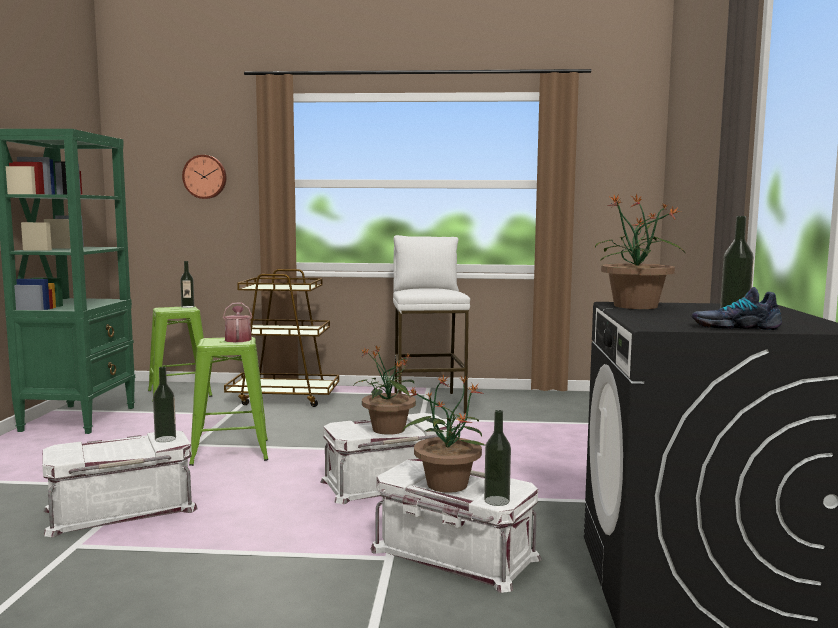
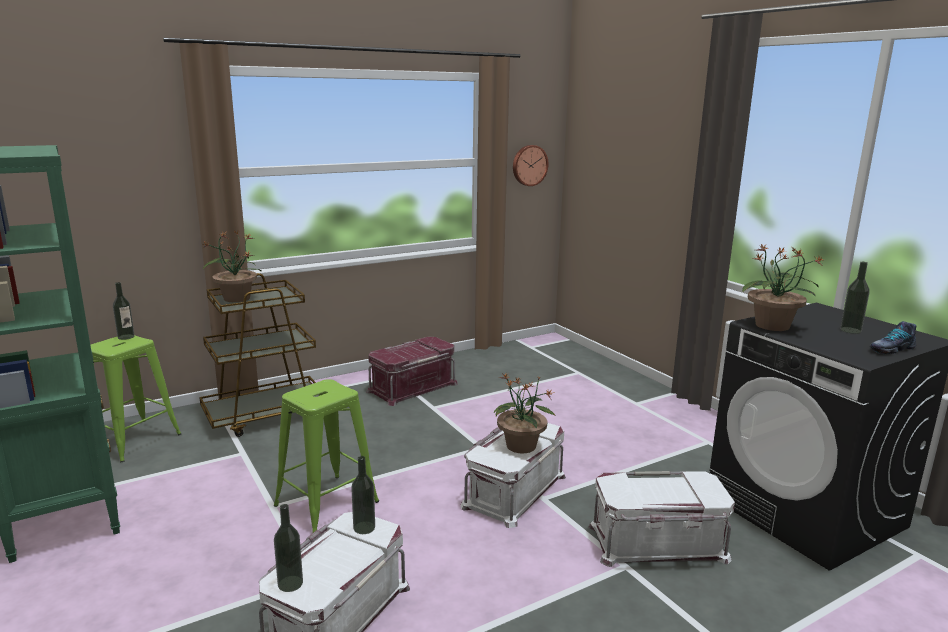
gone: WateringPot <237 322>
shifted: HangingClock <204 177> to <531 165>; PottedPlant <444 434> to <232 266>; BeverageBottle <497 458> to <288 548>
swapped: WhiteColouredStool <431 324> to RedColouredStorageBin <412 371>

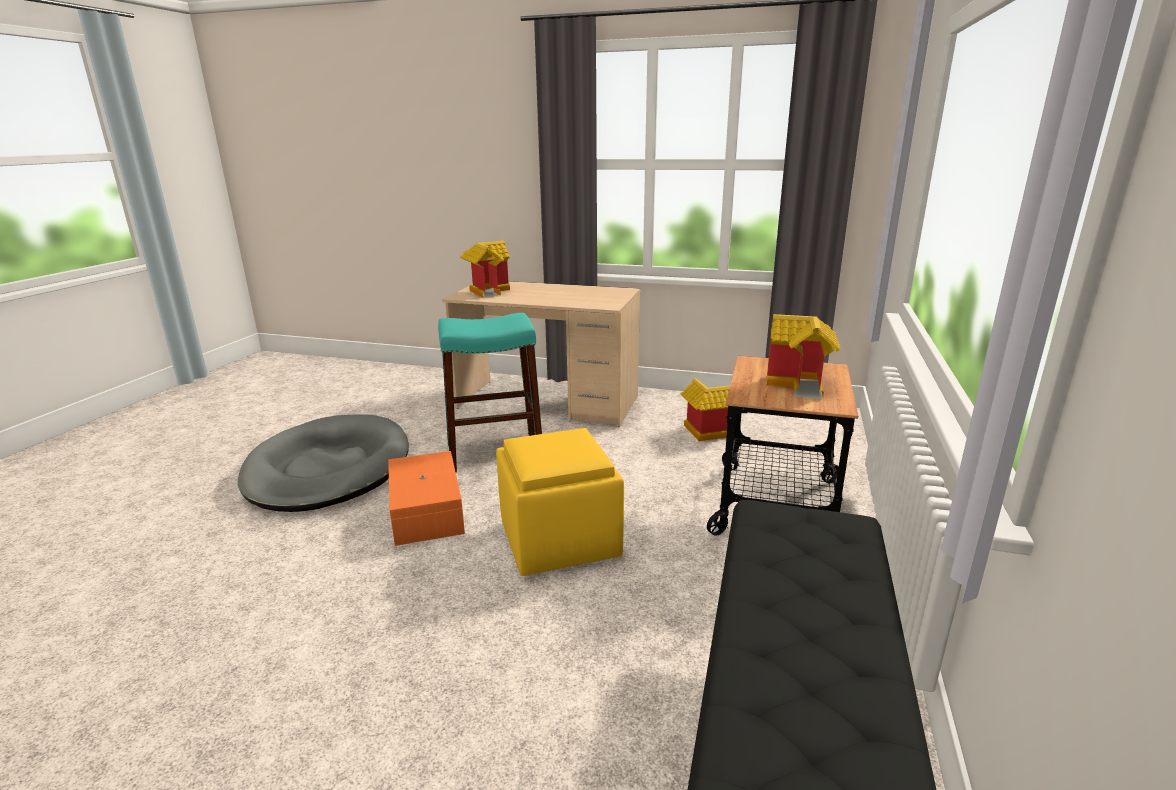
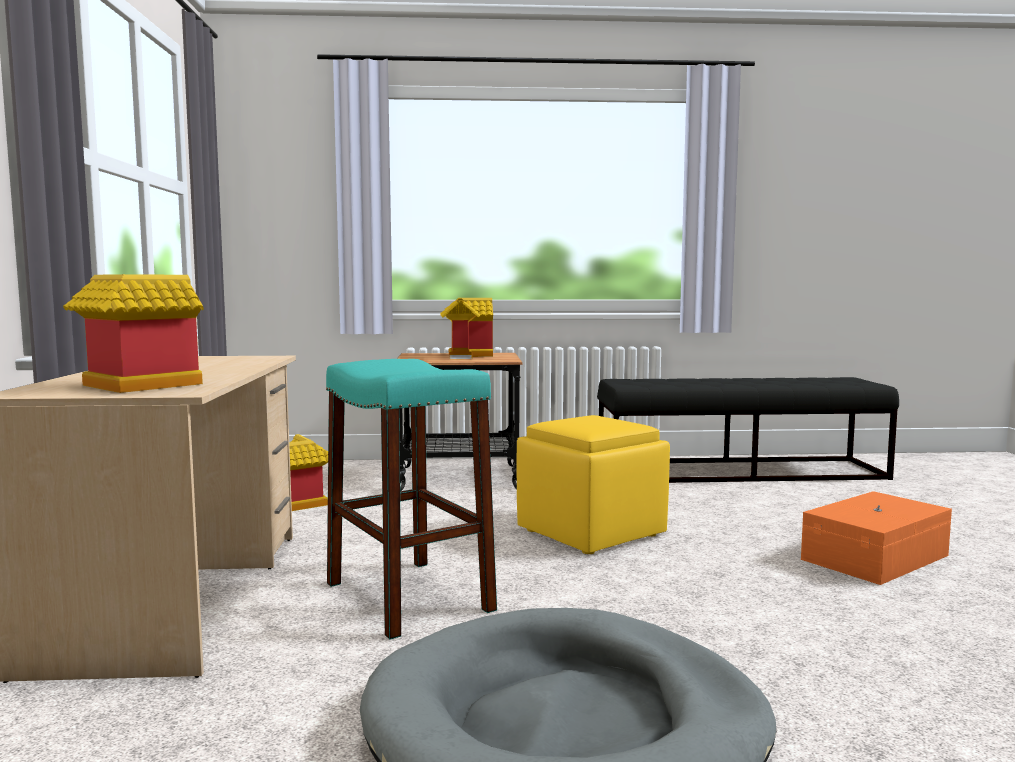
shifted: OrangeyStorageBin <426 498> to <876 538>

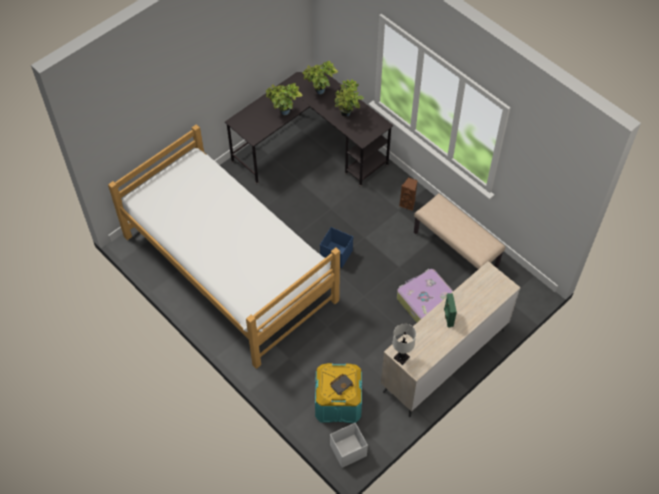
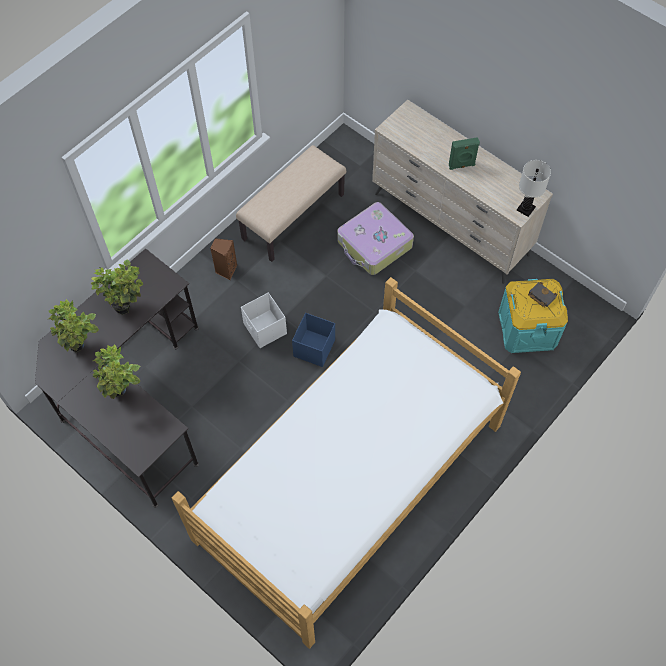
shifted: WhiteColouredStorageBin <349 445> to <264 320>

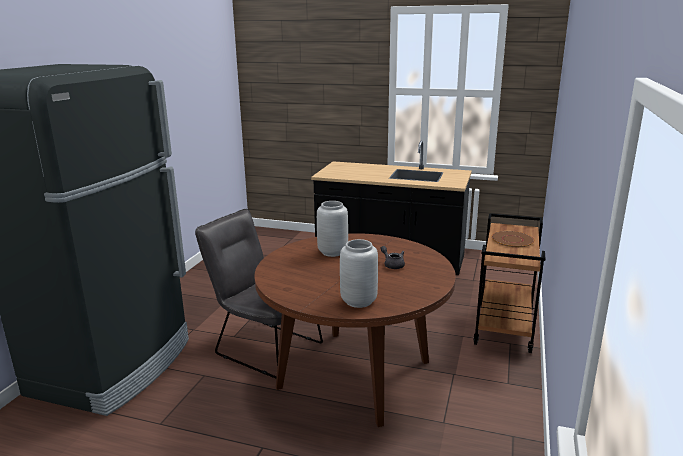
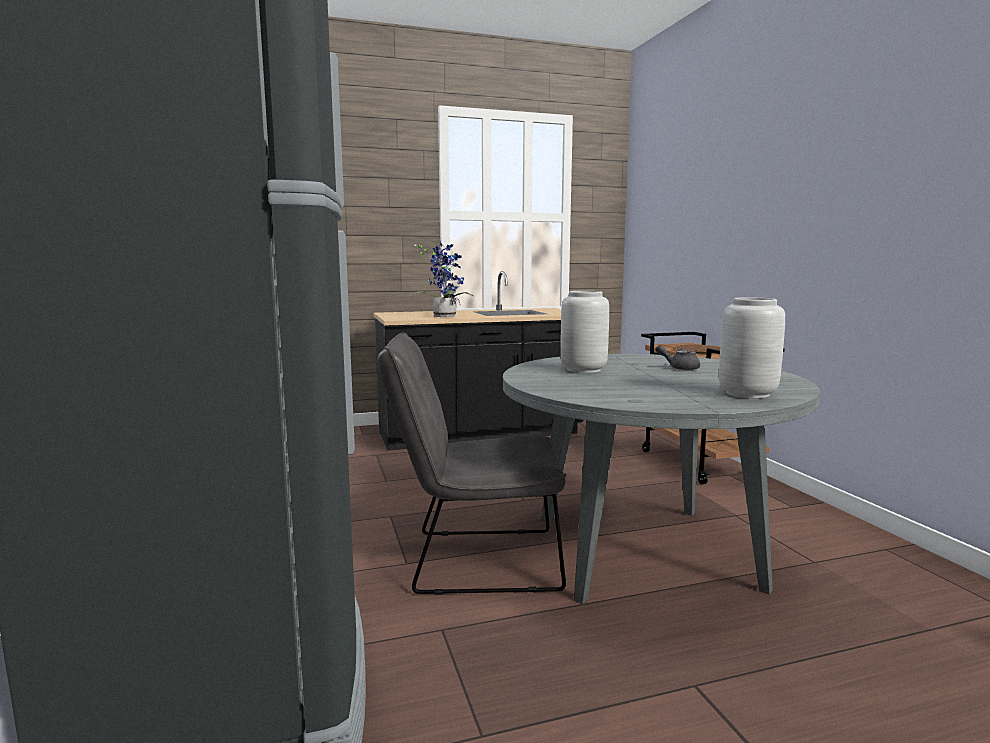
new: PottedPlant <441 279>
repainted: BrownishDiningTable <355 330> to GrayDiningTable <661 479>

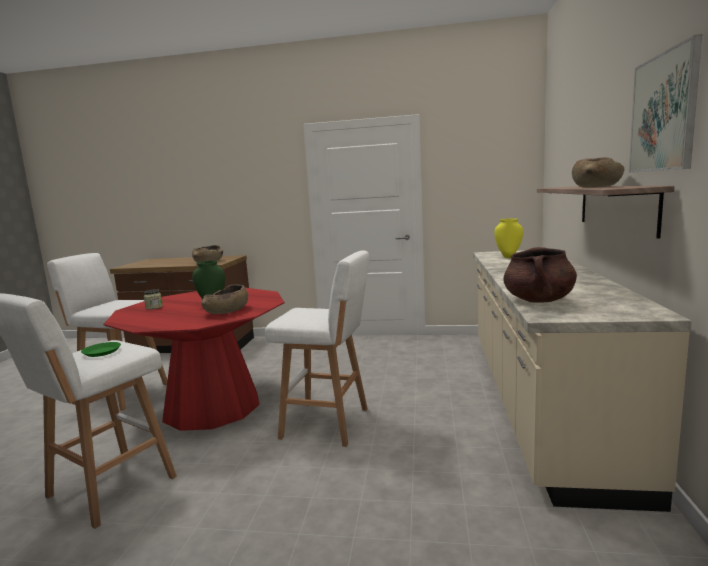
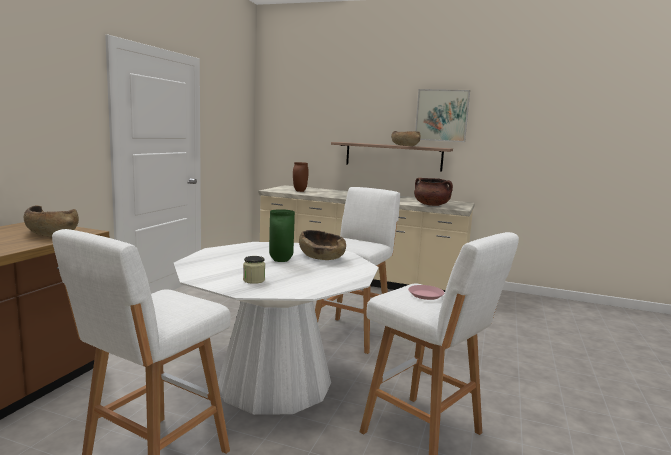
repainted: YellowDecorativeVase <508 238> to BrownishDecorativeVase <301 177>; RedColouredDiningTable <194 359> to WhiteColouredDiningTable <276 328>; GreenColouredDinnerPlate <101 349> to PinkColouredDinnerPlate <426 292>

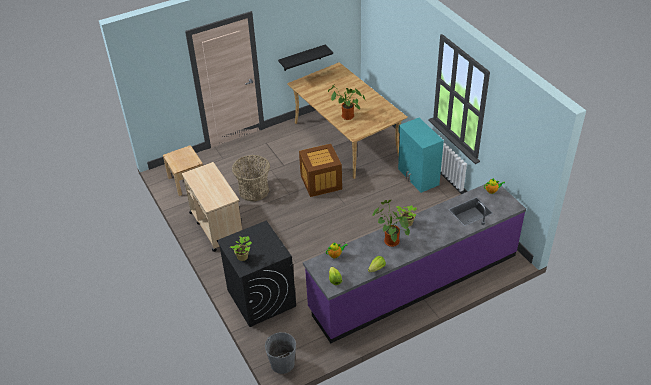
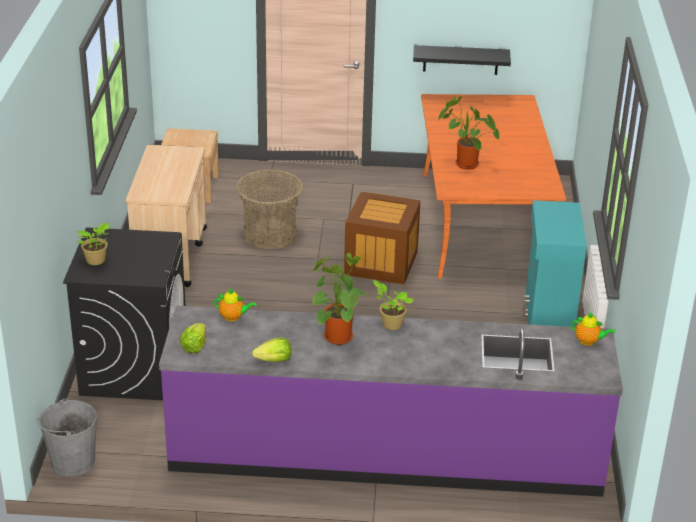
repainted: BeigeDiningTable <347 120> to OrangeyDiningTable <493 186>

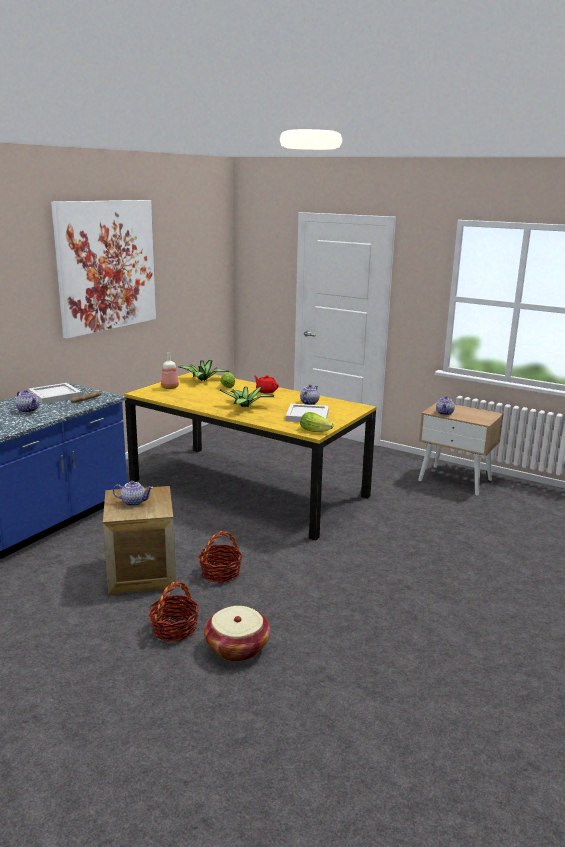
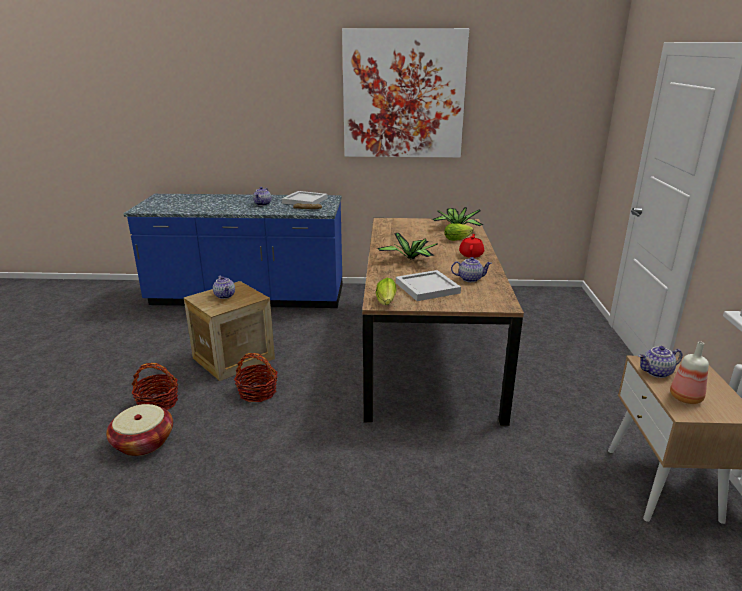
shifted: BeverageBottle <170 371> to <689 372>
repainted: YellowDiningTable <250 456> to BrownishDiningTable <443 322>

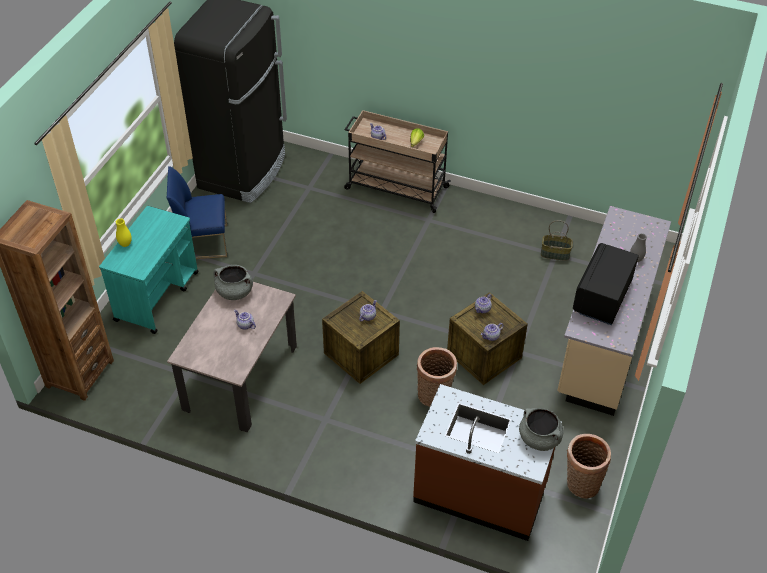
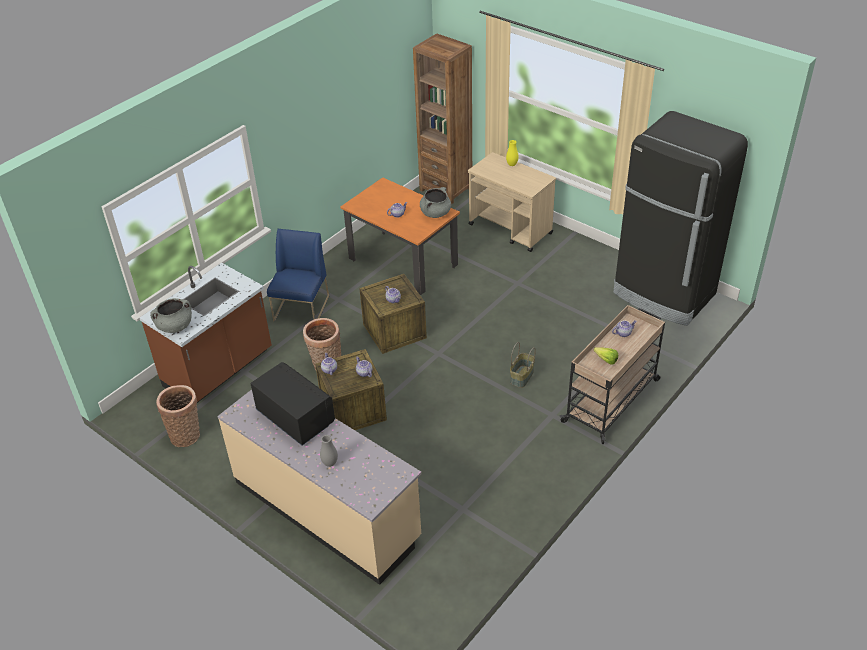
shifted: BlueChair <197 212> to <298 275>; Basket <557 240> to <523 365>
repainted: BlueGreenWheeledCart <149 270> to BeigeWheeledCart <512 202>; BeigeDiningTable <232 357> to OrangeyDiningTable <400 236>

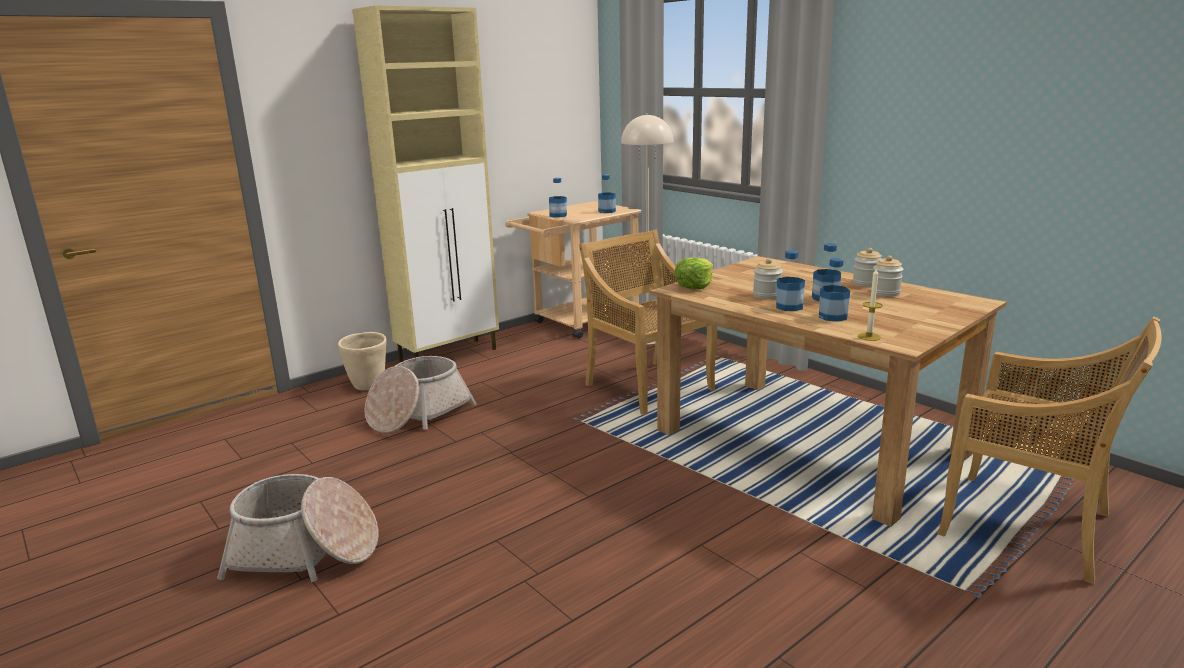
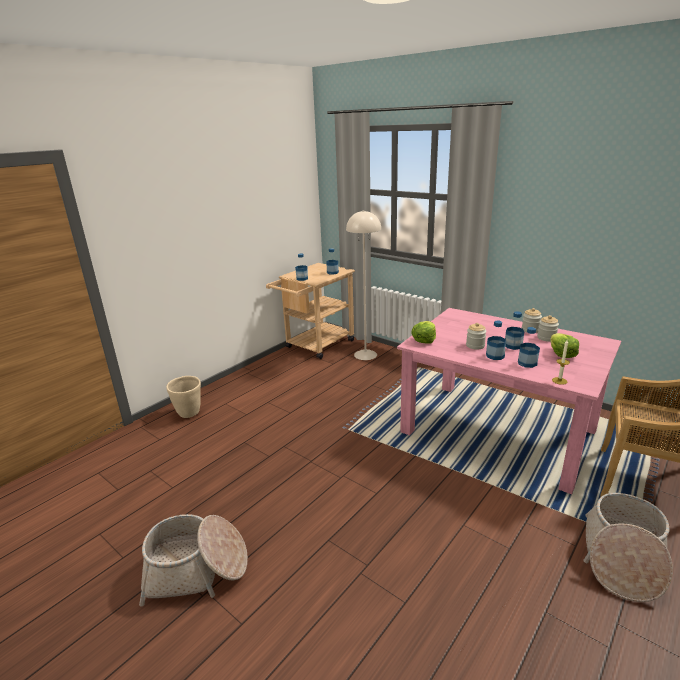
gone: BeigeStorageCabinet <425 184>; BeigeChair <648 322>
new: Lettuce <564 345>
shifted: Basket <420 394> to <628 547>
repainted: BrownishDiningTable <828 391> to PinkColouredDiningTable <509 401>

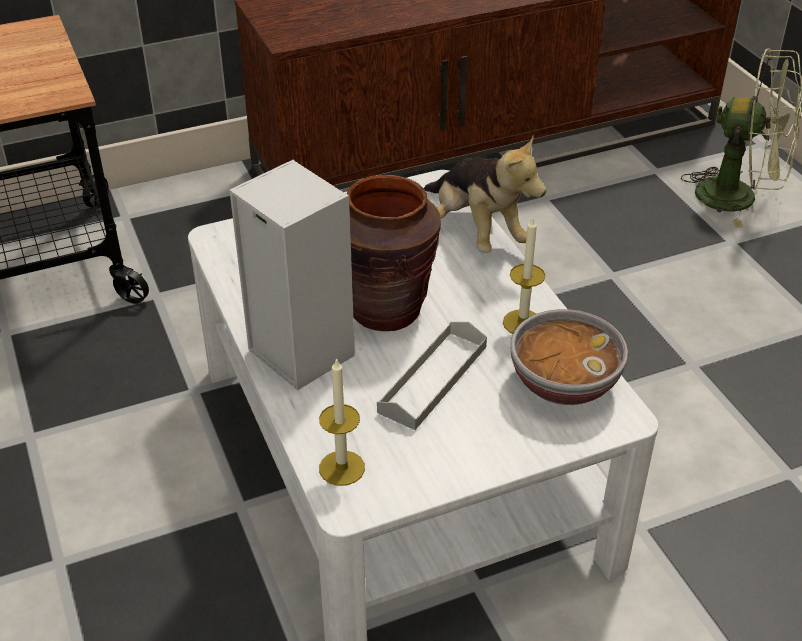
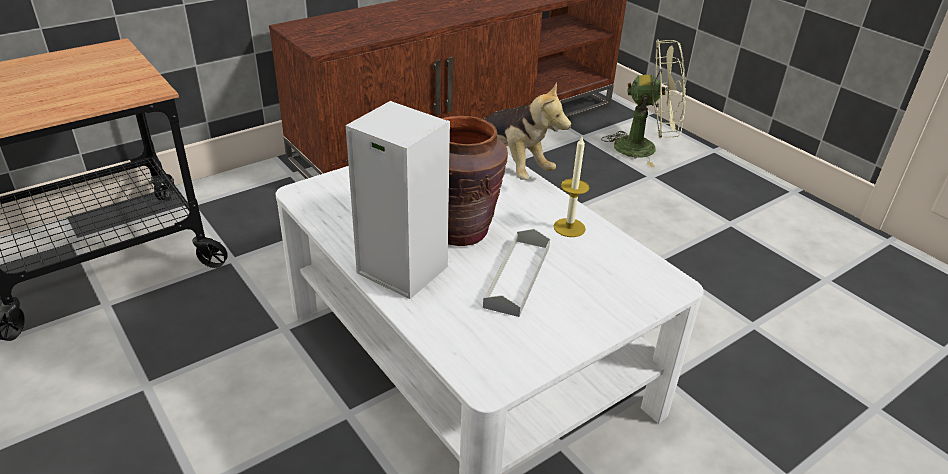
gone: ServingBowl <569 357>; WaxLight <342 422>

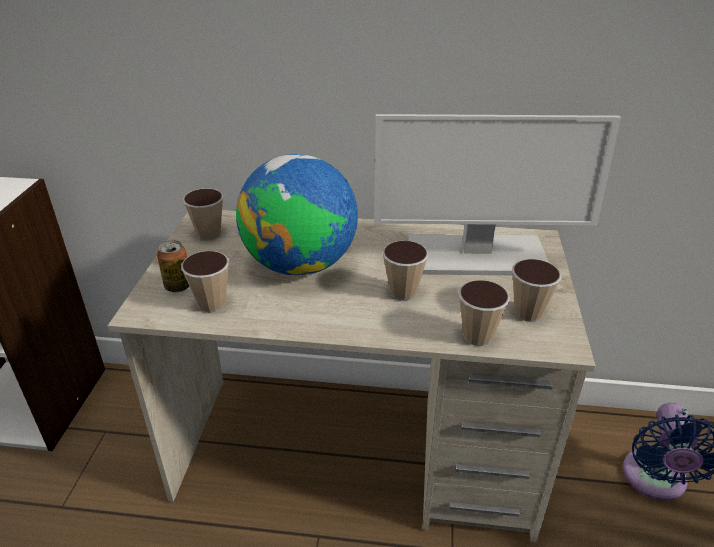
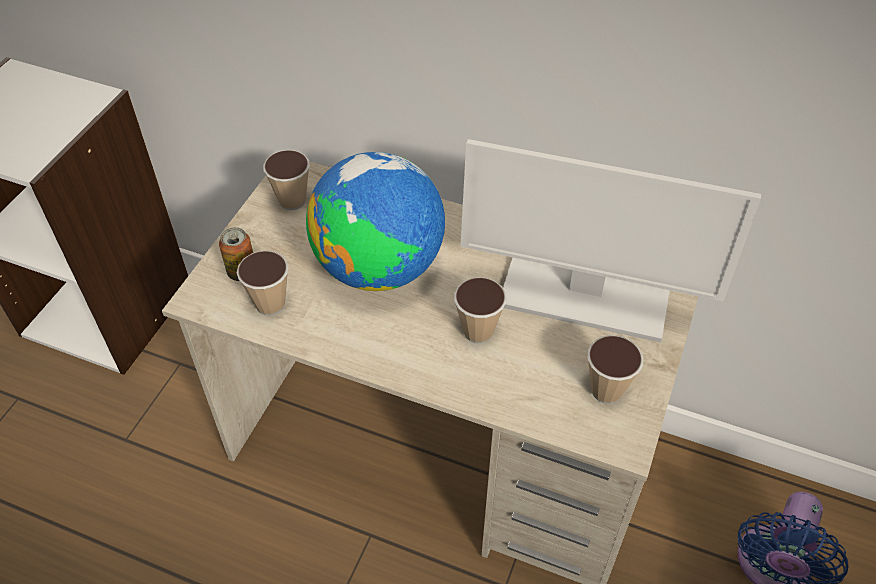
gone: SmallCup <484 313>

